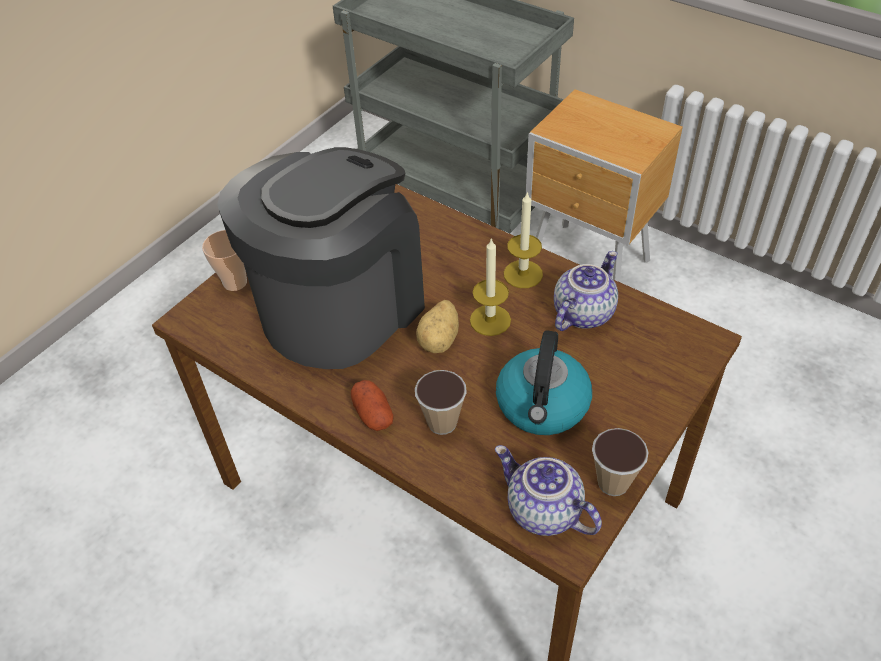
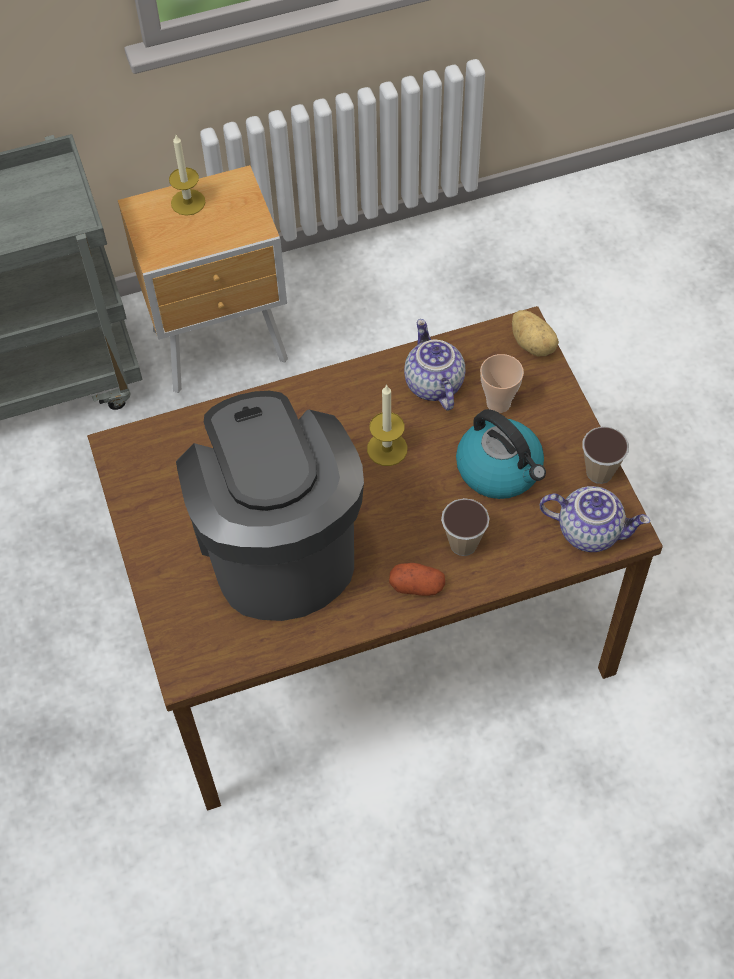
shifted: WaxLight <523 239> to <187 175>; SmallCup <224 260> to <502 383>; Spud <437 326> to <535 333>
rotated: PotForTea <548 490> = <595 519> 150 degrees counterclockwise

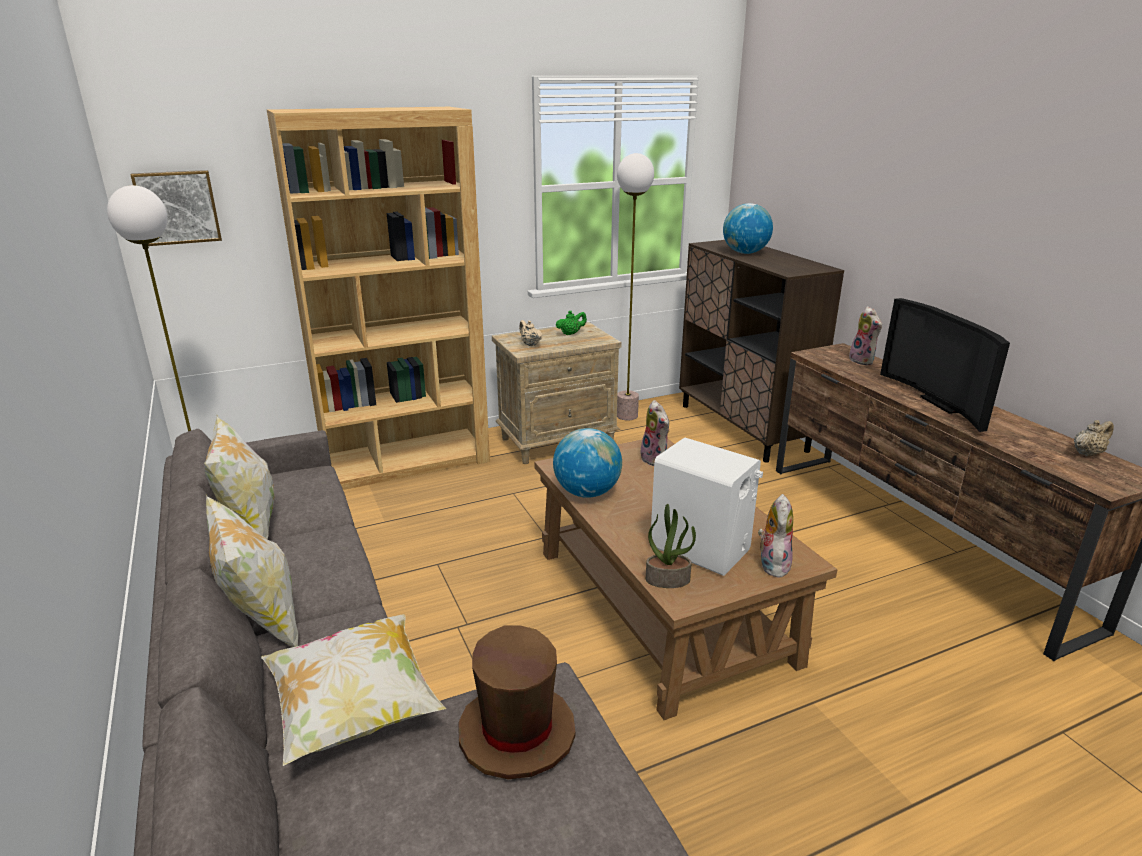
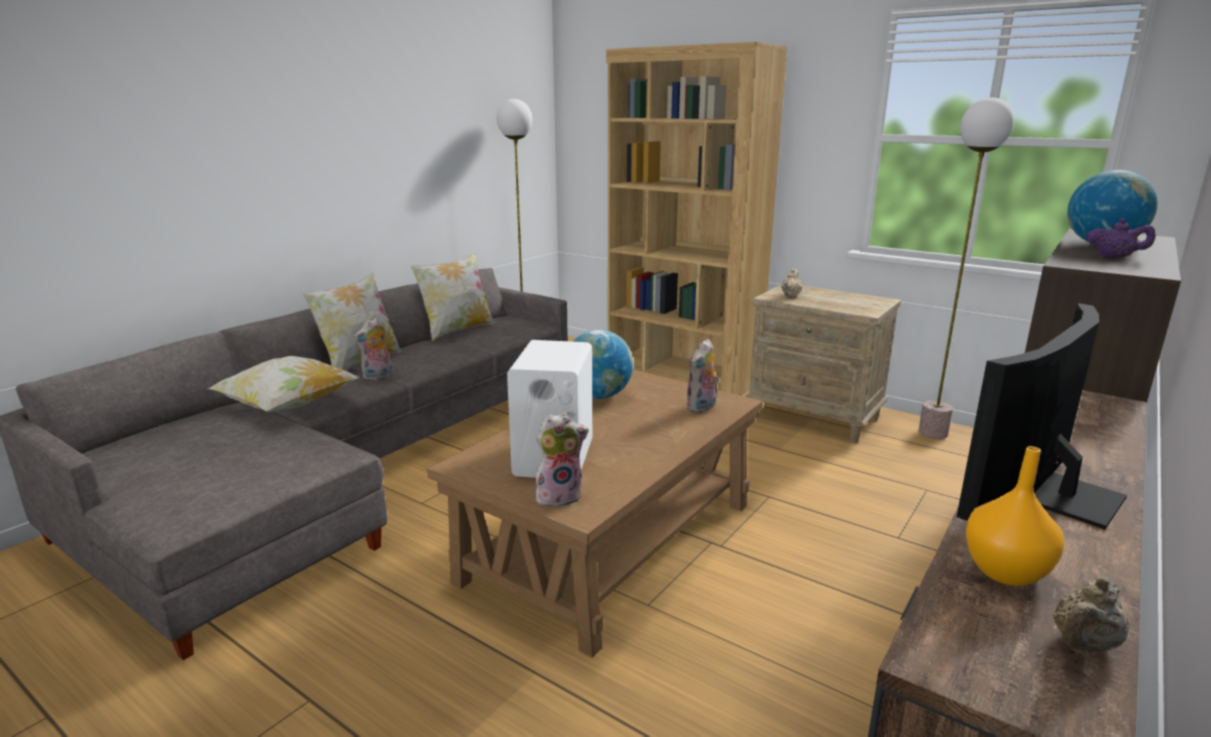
gone: WallPicture <176 208>; GreenColouredPotForTea <571 323>; PottedPlant <671 546>; BrownishHat <516 702>
new: PurplePotForTea <1120 238>; OrangeyDecorativeVase <1015 516>
shifted: SoftToy <865 335> to <373 349>
rotated: BeigePotForTea <1094 438> = <1091 614> 105 degrees clockwise

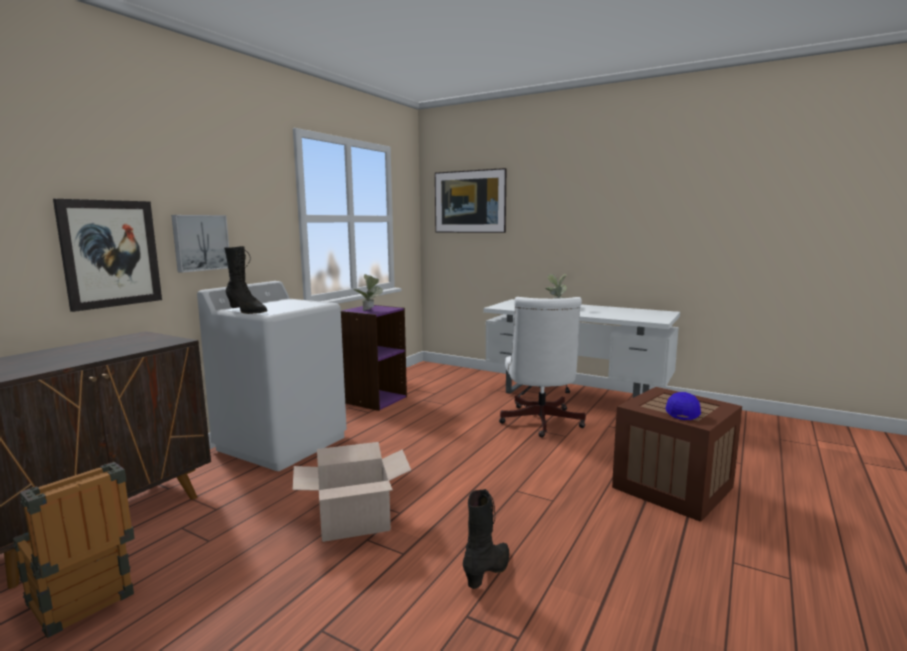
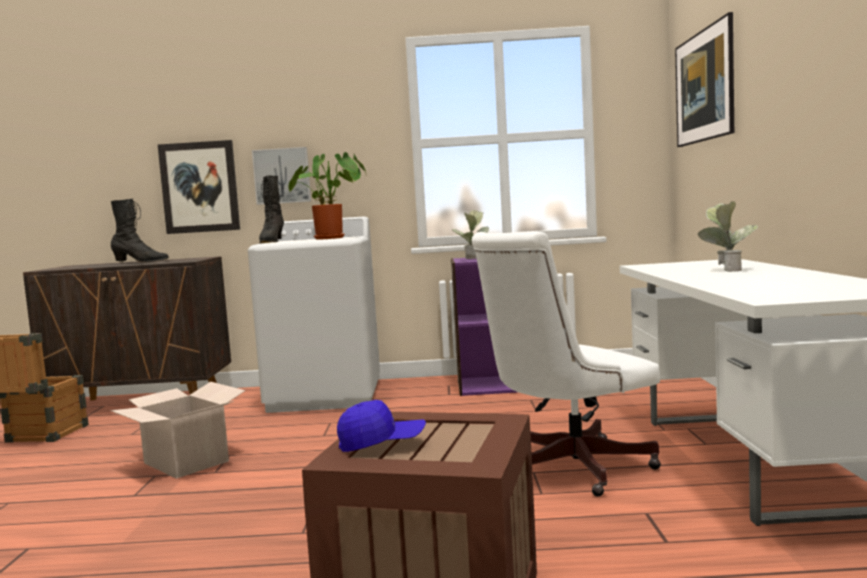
new: PottedPlant <327 196>
shifted: BlackColouredBoot <486 539> to <140 230>

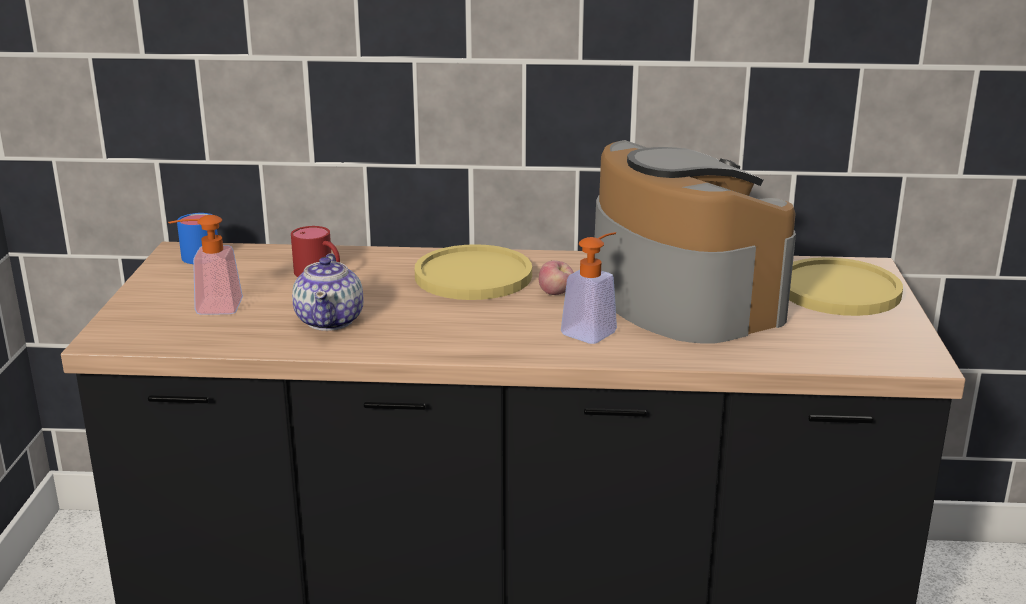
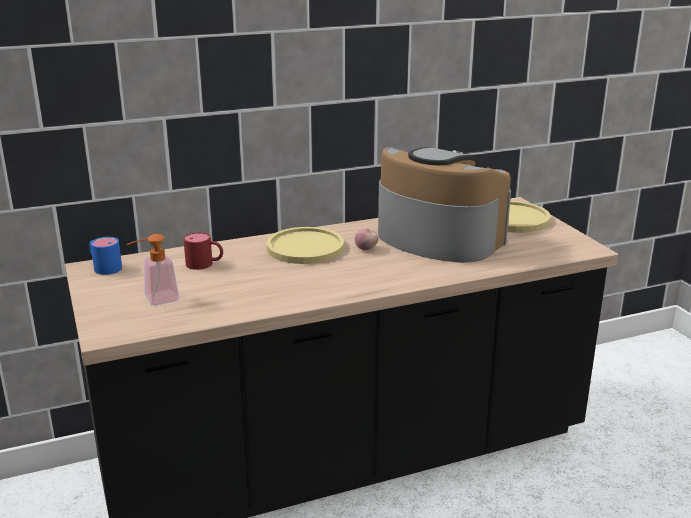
gone: SoapBottle <589 288>; PotForTea <328 292>

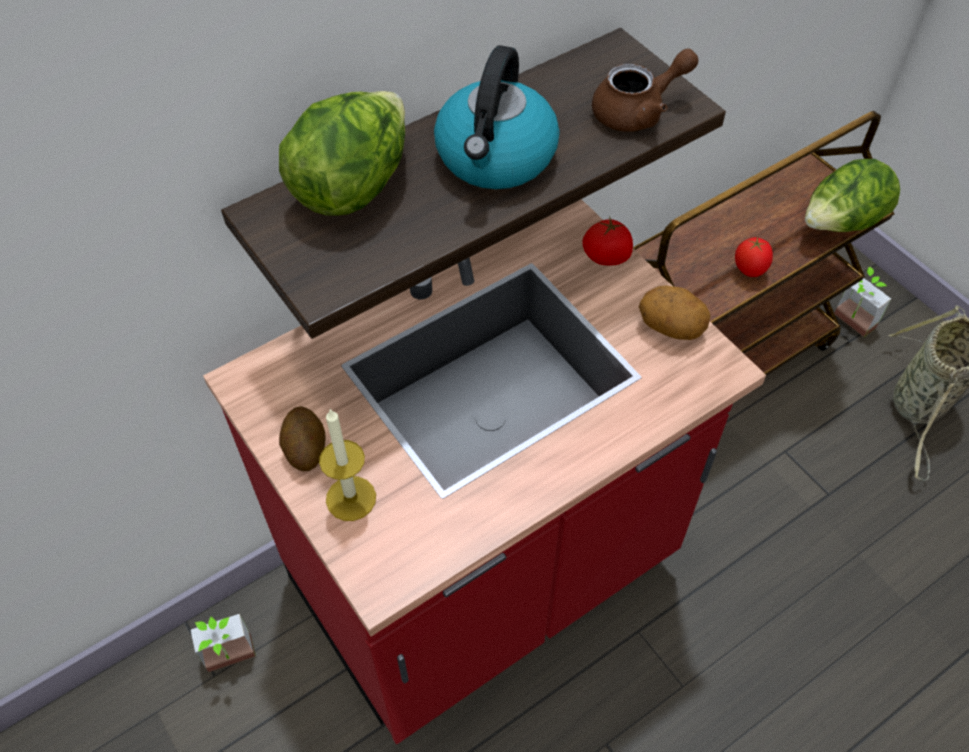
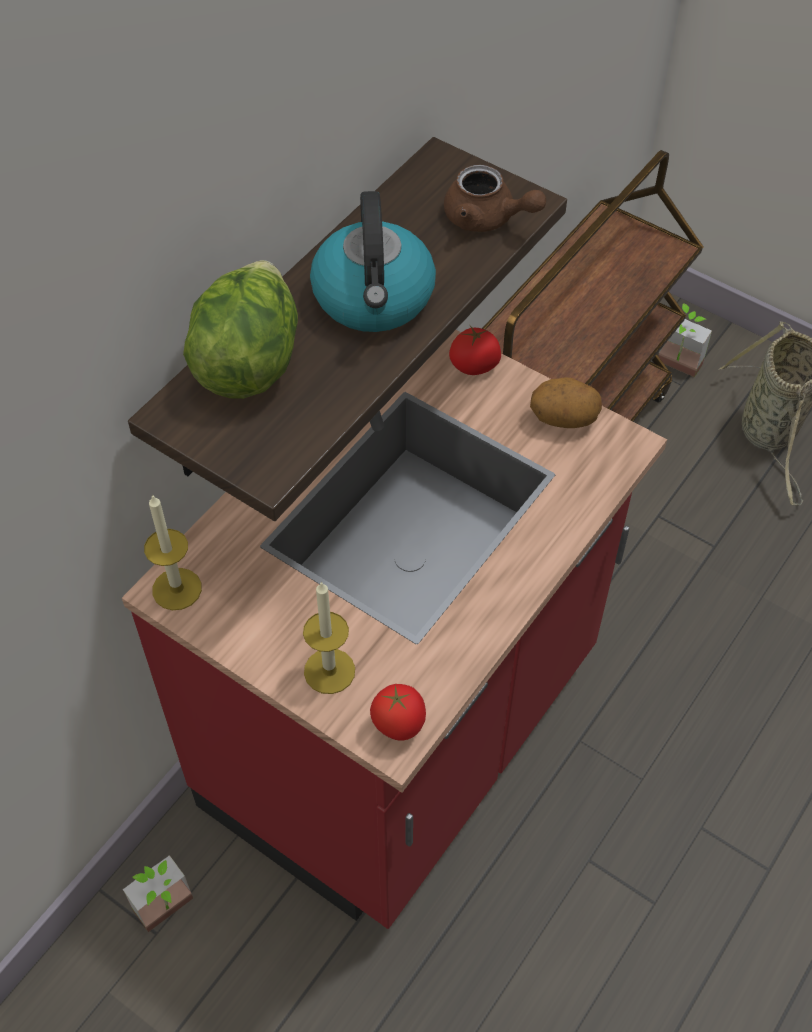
gone: Lettuce <852 195>; Spud <302 438>
new: WaxLight <173 552>
shifted: FreshTomato <754 257> to <398 712>
rotated: BrownishPotForTea <645 90> = <495 198> 75 degrees clockwise

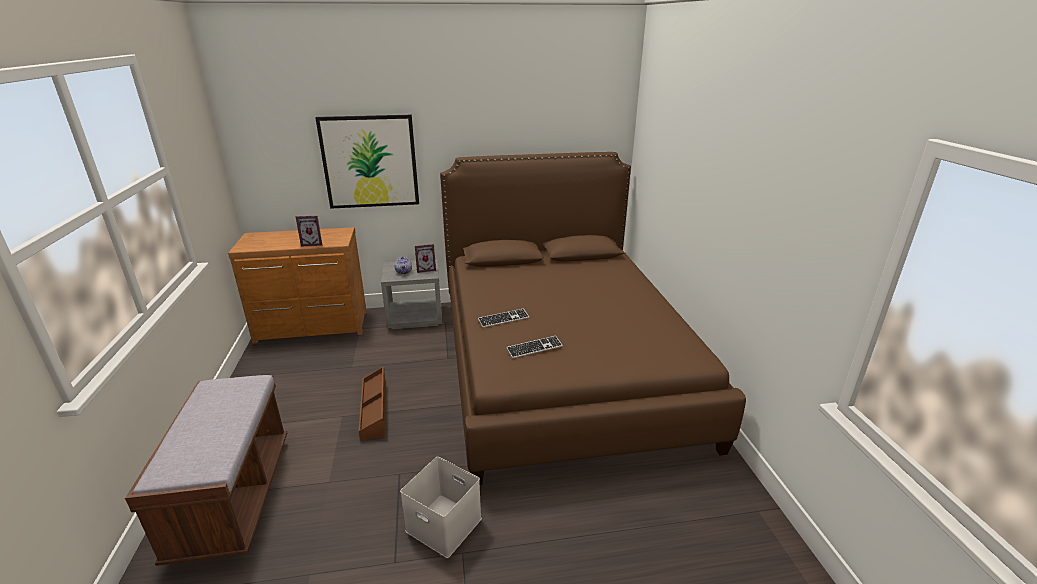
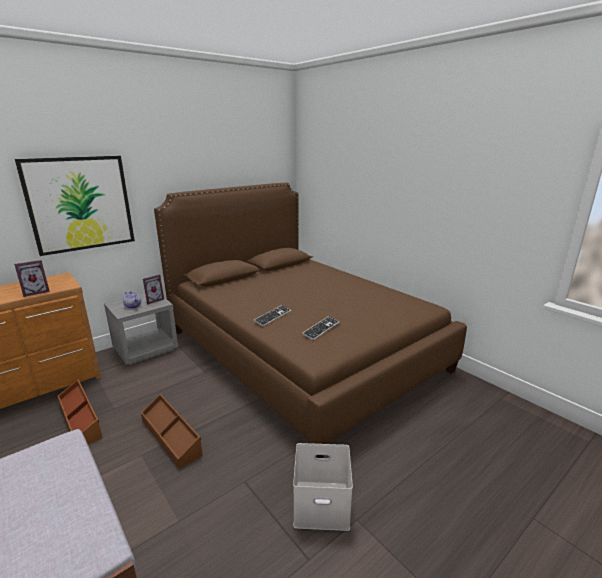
new: BrownishStorageBin <80 411>

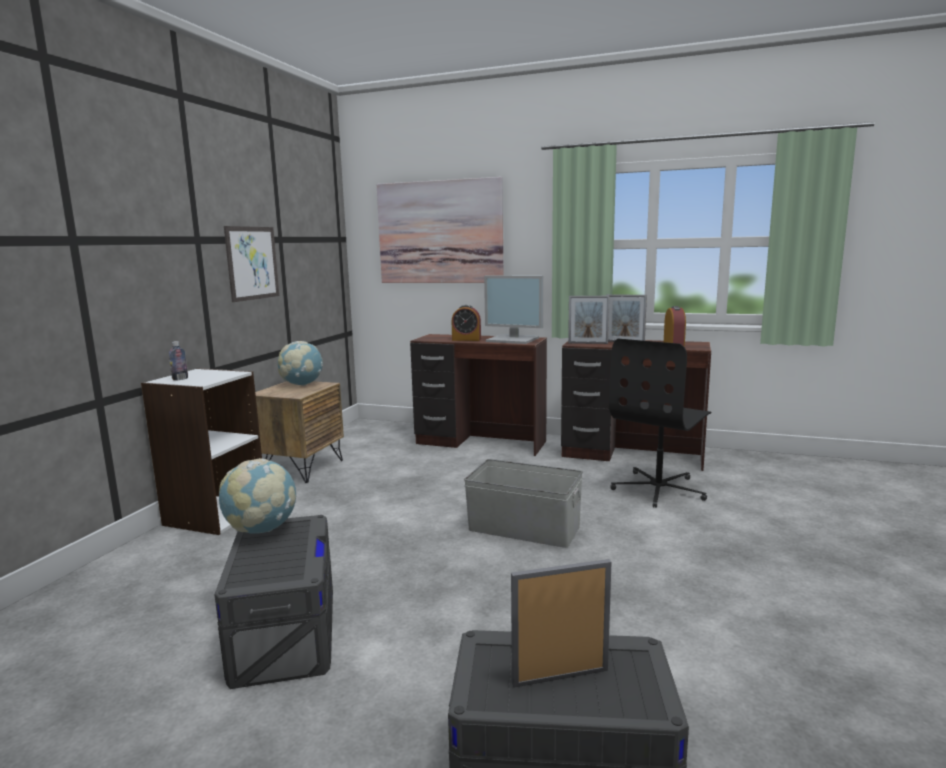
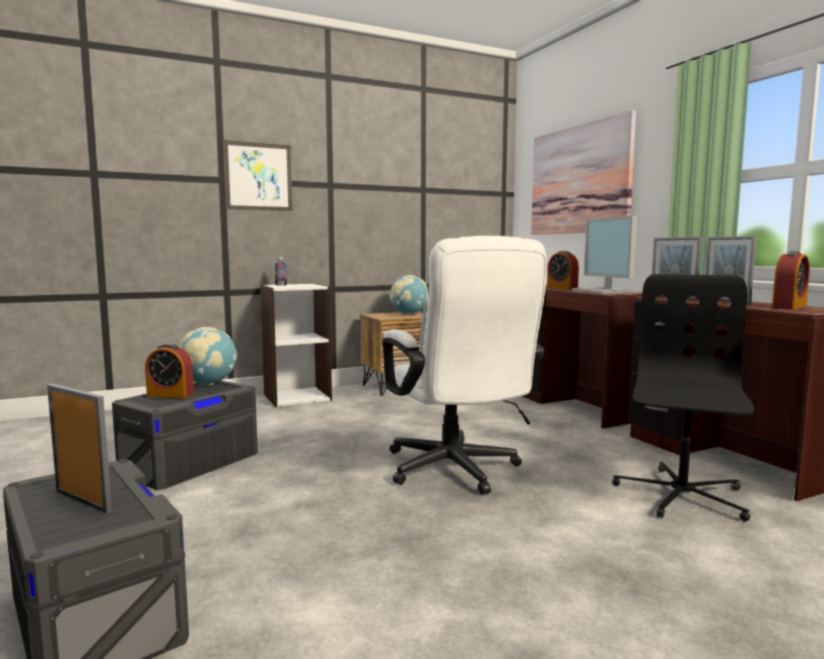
new: AlarmClock <169 371>
shifted: WallPicture <251 264> to <257 175>
swapped: GrayStorageBin <523 503> to WhiteColouredComputerChair <465 365>
rotated: BlackColouredComputerChair <660 423> = <683 398> 120 degrees clockwise

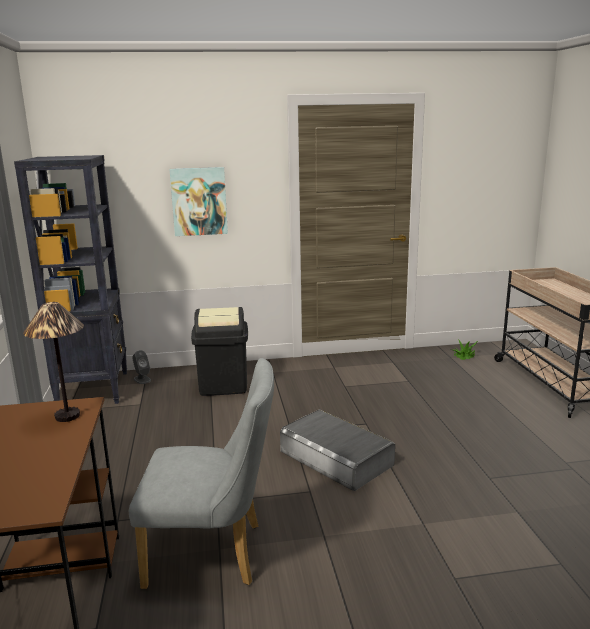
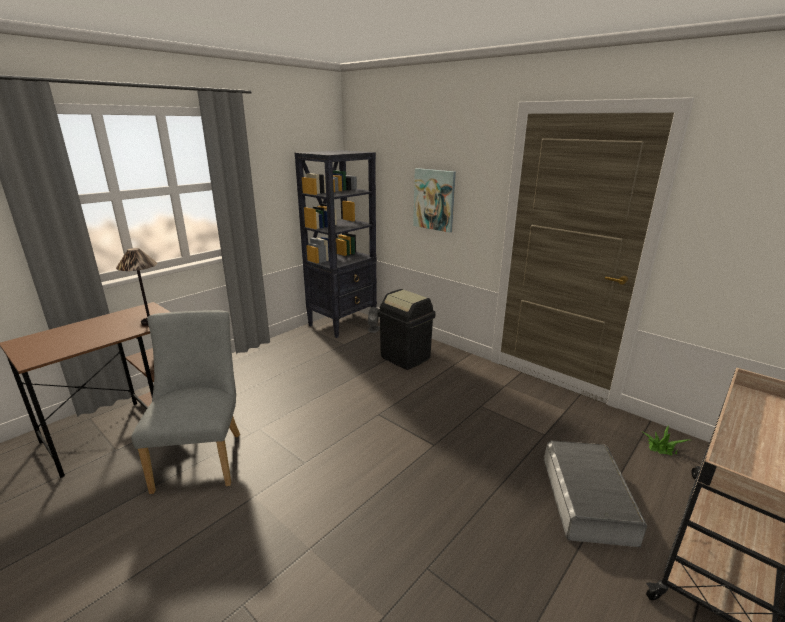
shifted: GrayStorageBin <337 450> to <595 494>
rotated: GrayChair <201 473> = <185 402> 150 degrees counterclockwise

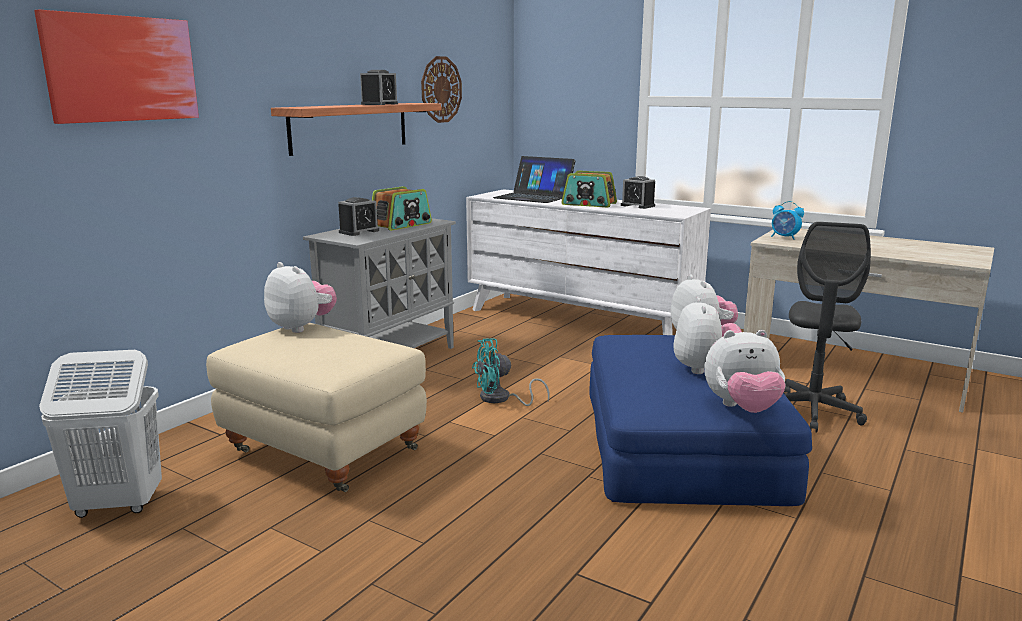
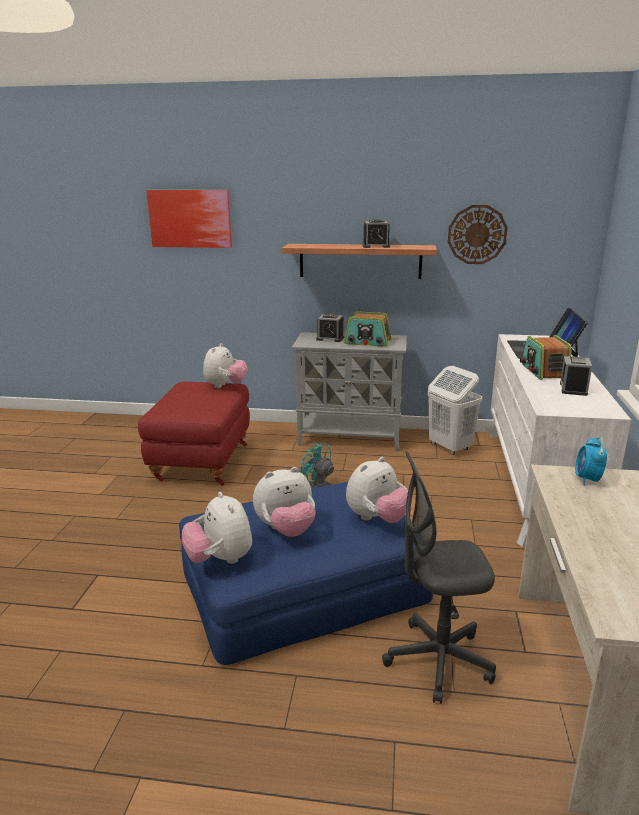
shifted: WhiteColouredHamper <100 434> to <454 410>
repainted: BeigeFootrest <316 407> to RedColouredFootrest <194 434>

